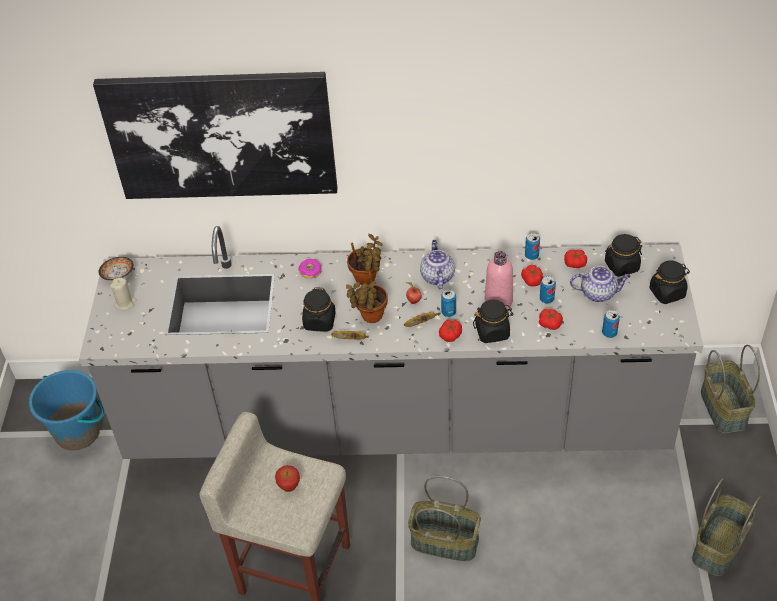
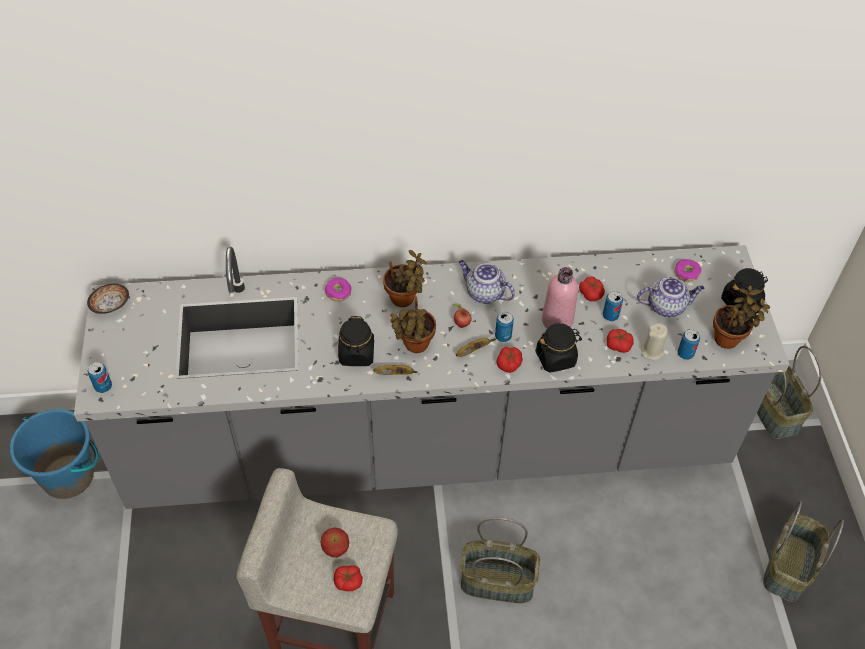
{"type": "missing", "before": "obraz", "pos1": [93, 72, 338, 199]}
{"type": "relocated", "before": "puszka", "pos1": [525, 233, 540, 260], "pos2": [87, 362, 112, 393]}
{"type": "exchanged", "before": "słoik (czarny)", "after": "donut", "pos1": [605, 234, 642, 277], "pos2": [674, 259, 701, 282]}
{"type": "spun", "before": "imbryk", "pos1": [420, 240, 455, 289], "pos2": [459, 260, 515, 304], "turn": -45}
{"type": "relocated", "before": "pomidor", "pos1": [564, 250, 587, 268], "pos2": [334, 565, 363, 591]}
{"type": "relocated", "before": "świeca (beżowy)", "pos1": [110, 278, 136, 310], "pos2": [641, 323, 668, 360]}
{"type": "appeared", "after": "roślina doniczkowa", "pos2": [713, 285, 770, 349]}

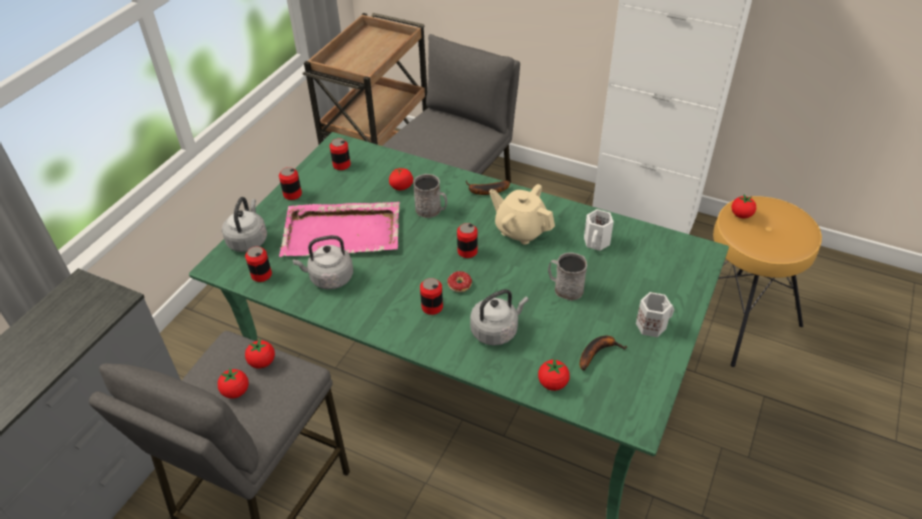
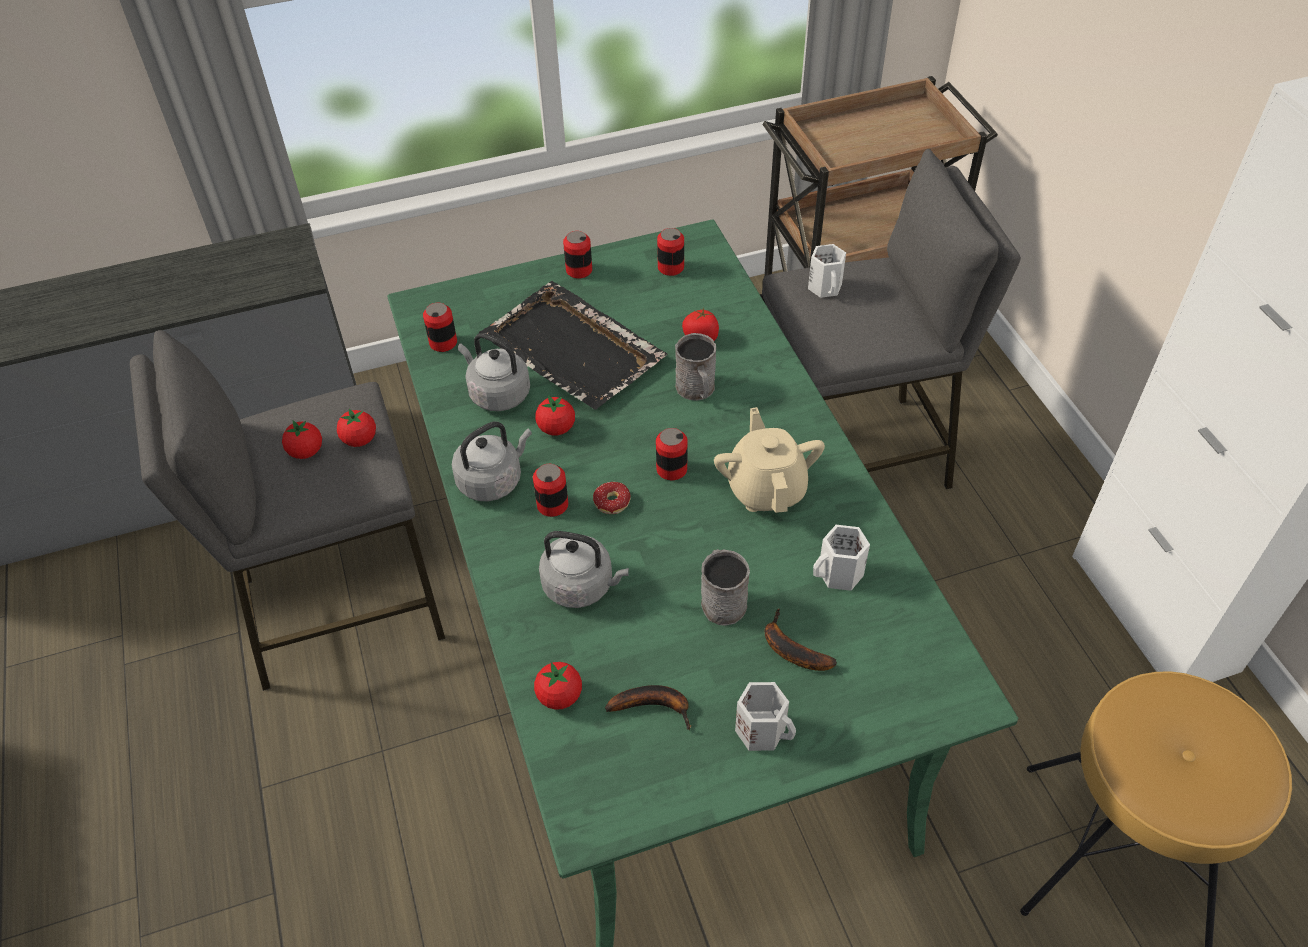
{"type": "relocated", "before": "banan", "pos1": [466, 180, 510, 195], "pos2": [765, 608, 837, 671]}
{"type": "relocated", "before": "pomidor", "pos1": [731, 195, 756, 219], "pos2": [535, 395, 575, 436]}
{"type": "relocated", "before": "czajnik (szary)", "pos1": [222, 197, 267, 252], "pos2": [452, 422, 532, 501]}
{"type": "colour", "before": "taca (różowy)", "after": "taca (czarny)", "pos1": [279, 202, 400, 257], "pos2": [479, 281, 667, 410]}
{"type": "appeared", "after": "kubek (biały)", "pos2": [808, 244, 846, 298]}

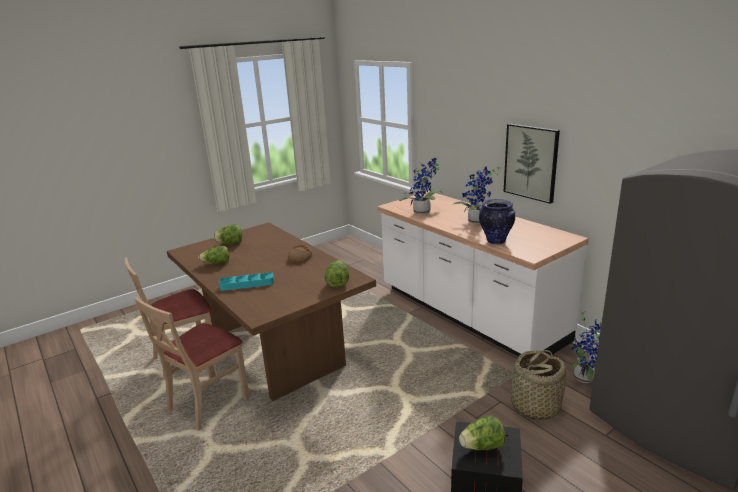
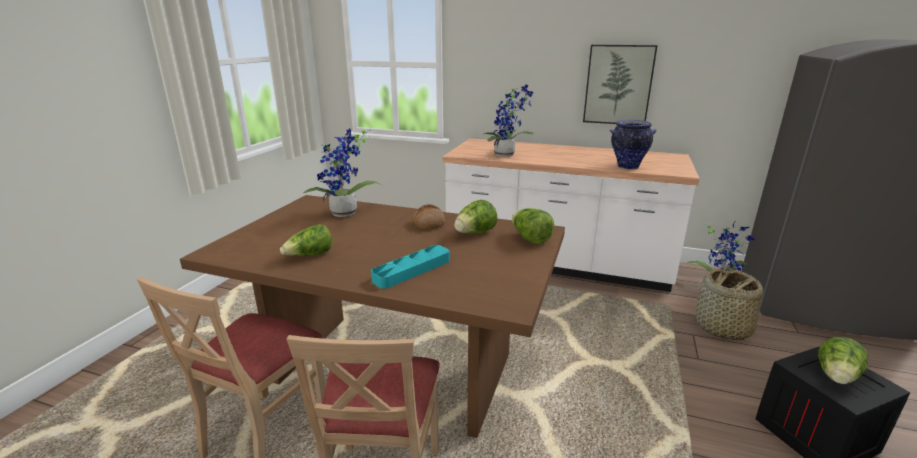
{"type": "relocated", "before": "roślina doniczkowa", "pos1": [454, 166, 504, 224], "pos2": [304, 128, 381, 217]}
{"type": "relocated", "before": "sałata", "pos1": [213, 224, 242, 244], "pos2": [454, 200, 497, 234]}

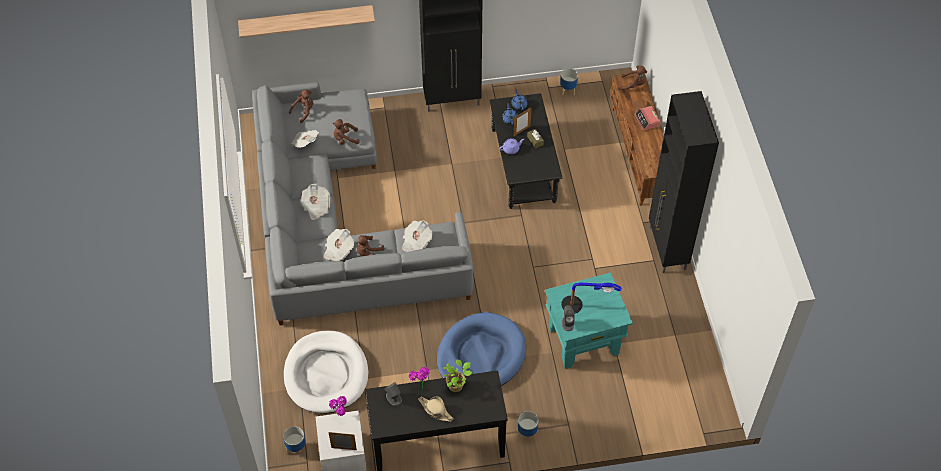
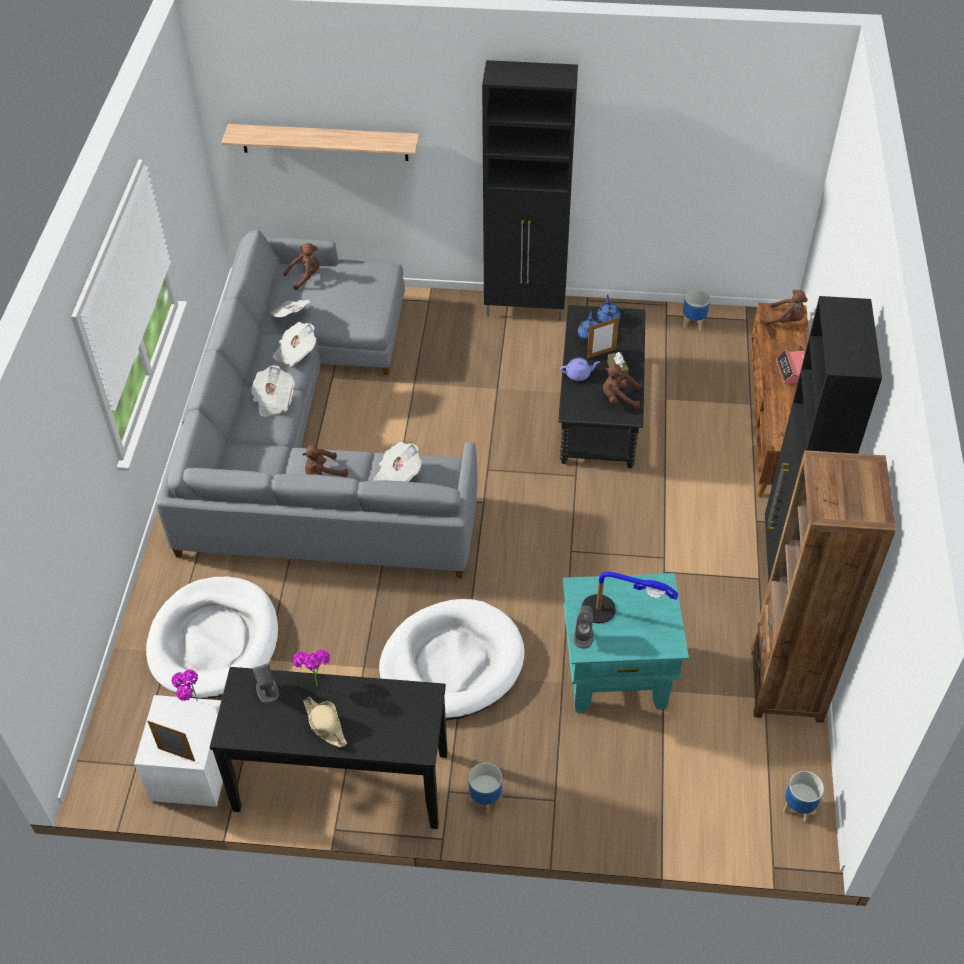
{"type": "relocated", "before": "pluszak (brązowy)", "pos1": [333, 119, 359, 145], "pos2": [603, 364, 641, 409]}
{"type": "relocated", "before": "gazeta", "pos1": [323, 229, 354, 261], "pos2": [273, 322, 316, 367]}
{"type": "colour", "before": "legowisko (niebieski)", "after": "legowisko (biały)", "pos1": [437, 312, 526, 386], "pos2": [379, 599, 524, 720]}
{"type": "missing", "before": "roślina doniczkowa", "pos1": [443, 360, 472, 392]}
{"type": "relocated", "before": "donica", "pos1": [283, 426, 306, 456], "pos2": [783, 771, 824, 822]}
{"type": "appeared", "after": "regał (brązowy)", "pos2": [751, 450, 896, 723]}

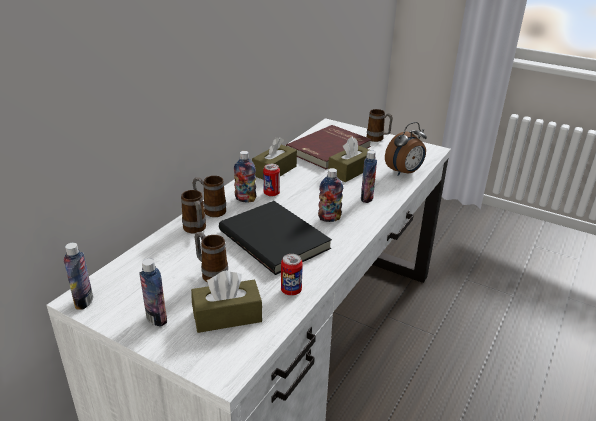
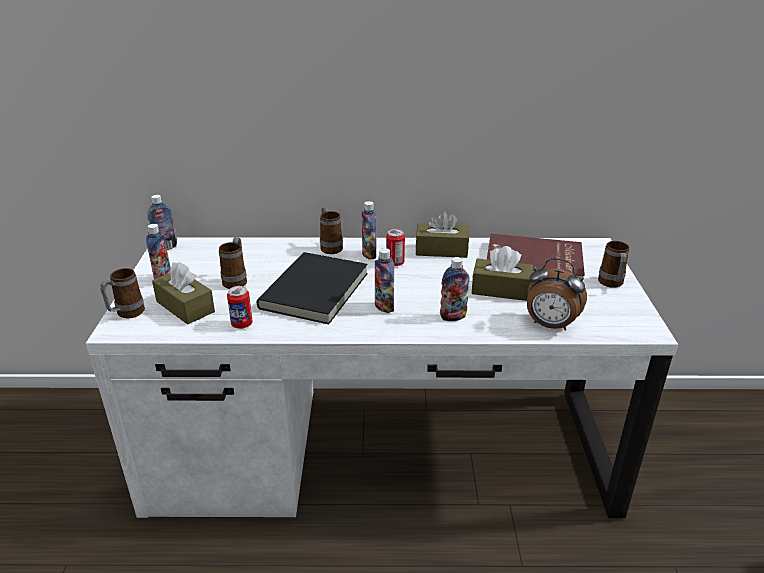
{"type": "relocated", "before": "kubek", "pos1": [181, 190, 206, 233], "pos2": [100, 268, 145, 318]}

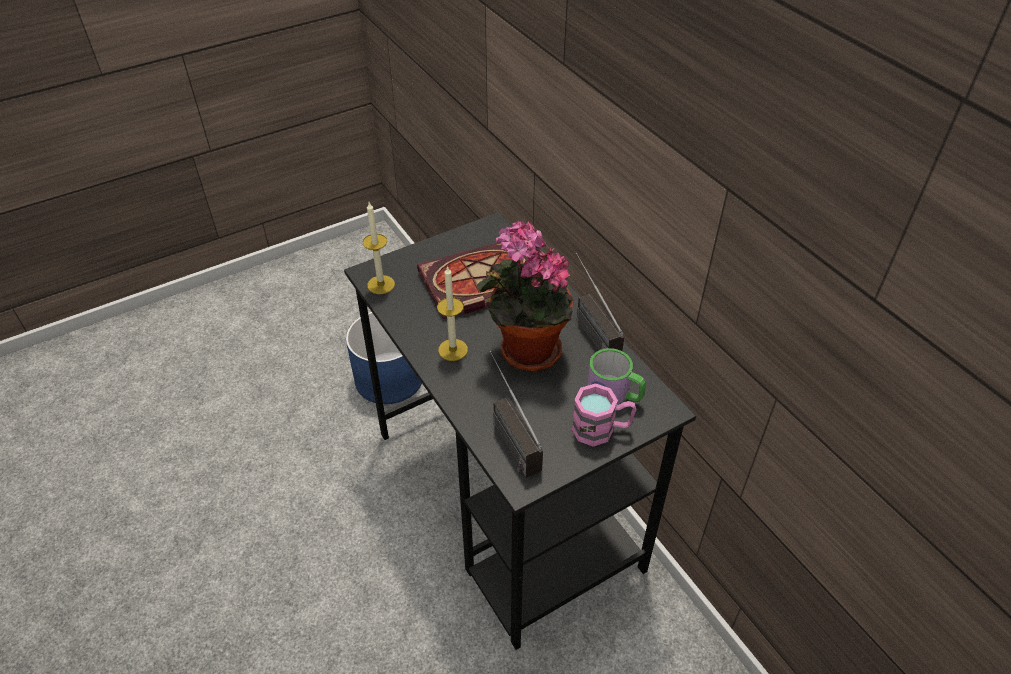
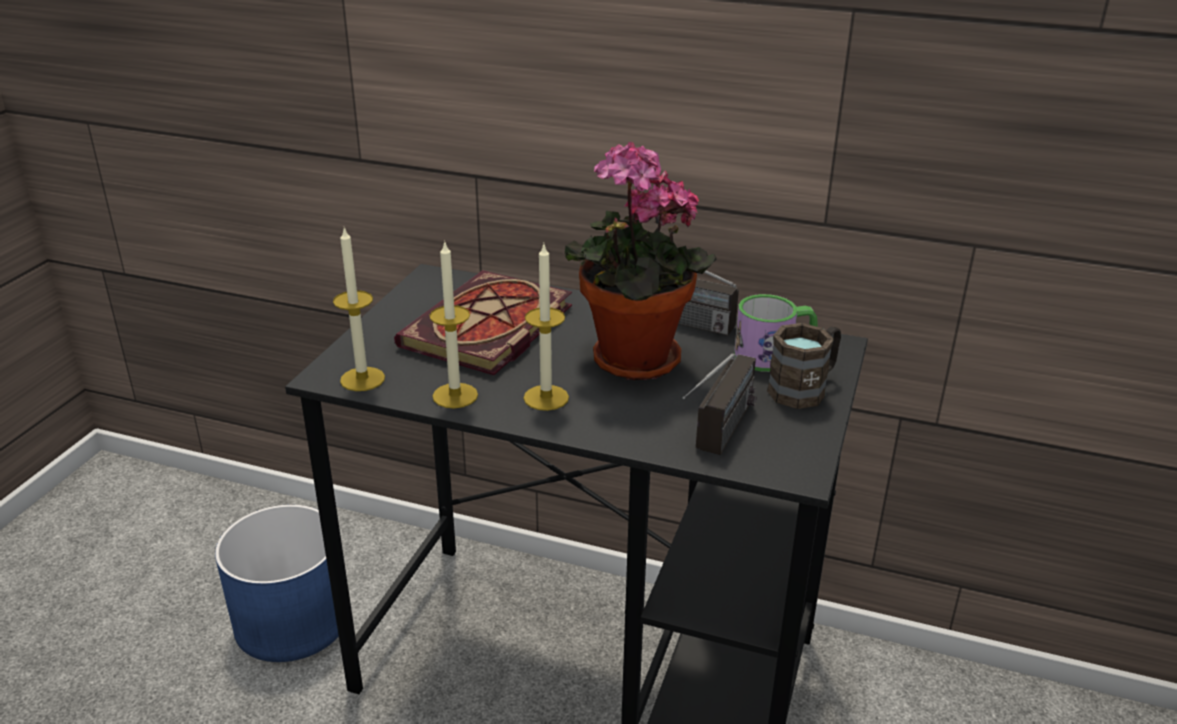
{"type": "spun", "before": "radio", "pos1": [490, 351, 543, 478], "pos2": [682, 353, 756, 455], "turn": -90}
{"type": "colour", "before": "kubek (różowy)", "after": "kubek (brązowy)", "pos1": [572, 383, 636, 447], "pos2": [767, 323, 841, 409]}
{"type": "appeared", "after": "świeca", "pos2": [429, 240, 478, 409]}

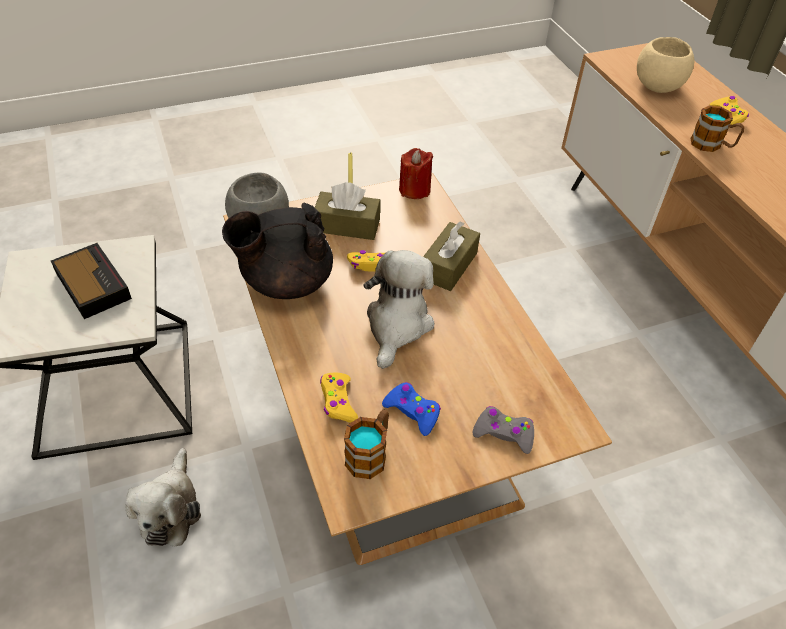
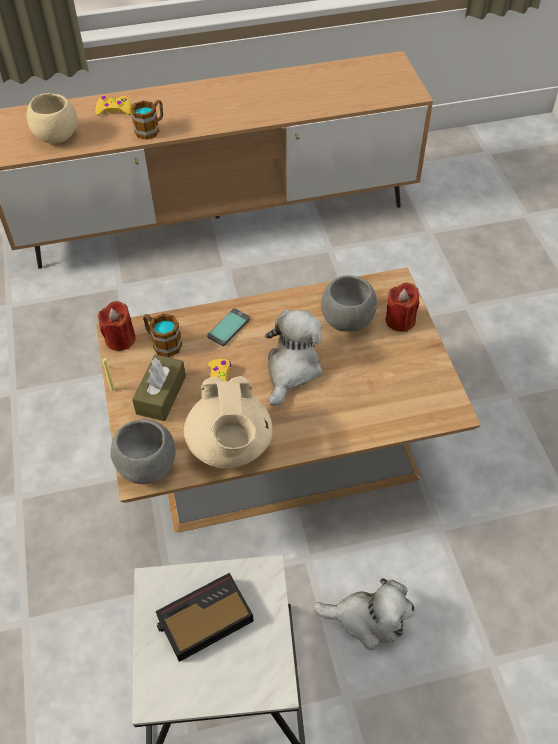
{"type": "colour", "before": "imbryk (czarny)", "after": "imbryk (beżowy)", "pos1": [222, 203, 333, 299], "pos2": [184, 376, 272, 468]}
{"type": "exchanged", "before": "pudełko chusteczek (brązowy)", "after": "telefon", "pos1": [423, 221, 480, 291], "pos2": [207, 308, 250, 346]}
{"type": "spun", "before": "pluszak", "pos1": [364, 250, 434, 369], "pos2": [265, 309, 322, 406], "turn": 90}
{"type": "missing", "before": "pad do gier (żółty)", "pos1": [320, 373, 358, 423]}
{"type": "missing", "before": "pad do gier (niebieski)", "pos1": [382, 382, 441, 436]}
{"type": "exchanged", "before": "pad do gier (szary)", "after": "świeca (czerwony)", "pos1": [473, 406, 534, 454], "pos2": [386, 283, 419, 332]}
{"type": "relocated", "before": "kubek", "pos1": [344, 409, 389, 479], "pos2": [143, 314, 182, 357]}
{"type": "appeared", "after": "miska (szary)", "pos2": [321, 275, 377, 332]}

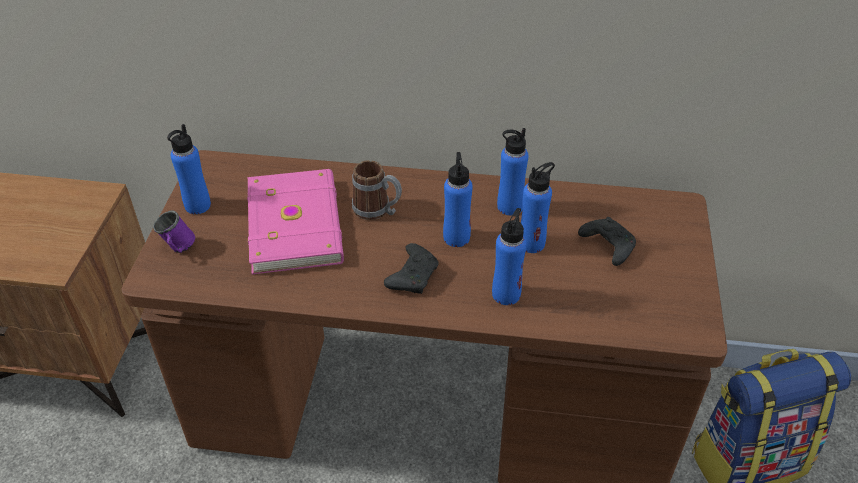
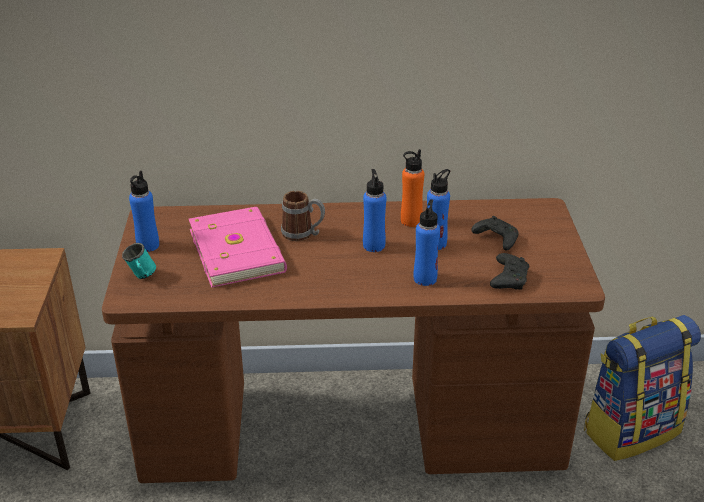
{"type": "colour", "before": "butelka (niebieski)", "after": "butelka (pomarańczowy)", "pos1": [497, 128, 529, 215], "pos2": [401, 149, 424, 227]}
{"type": "colour", "before": "kubek (fioletowy)", "after": "kubek (turkusowy)", "pos1": [153, 210, 195, 253], "pos2": [122, 243, 156, 279]}
{"type": "relocated", "before": "pad do gier (czarny)", "pos1": [384, 243, 438, 294], "pos2": [490, 253, 529, 290]}

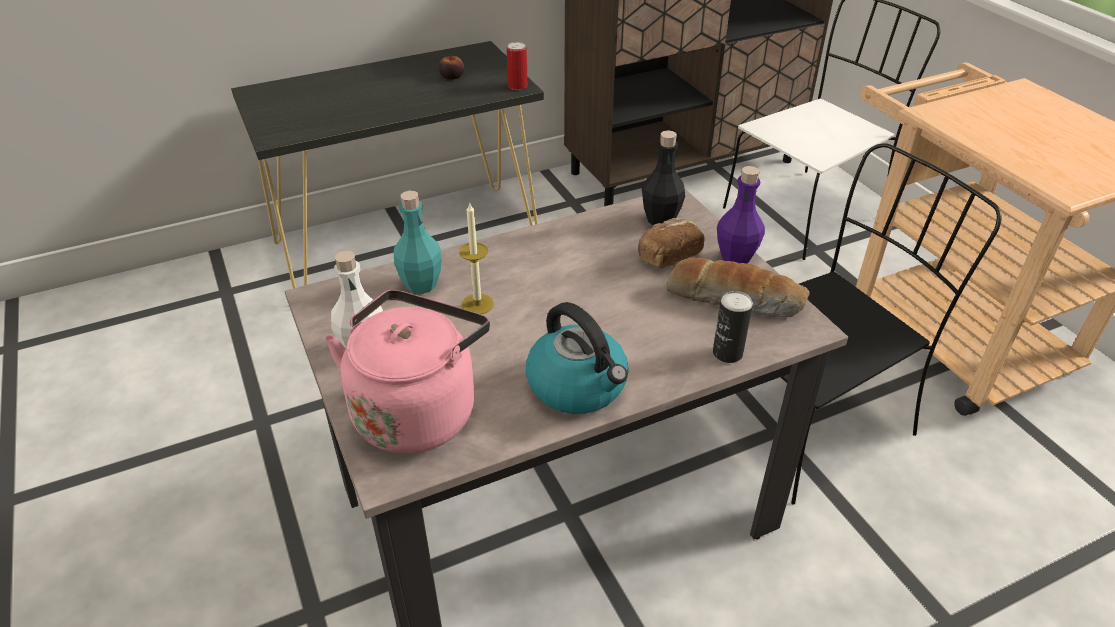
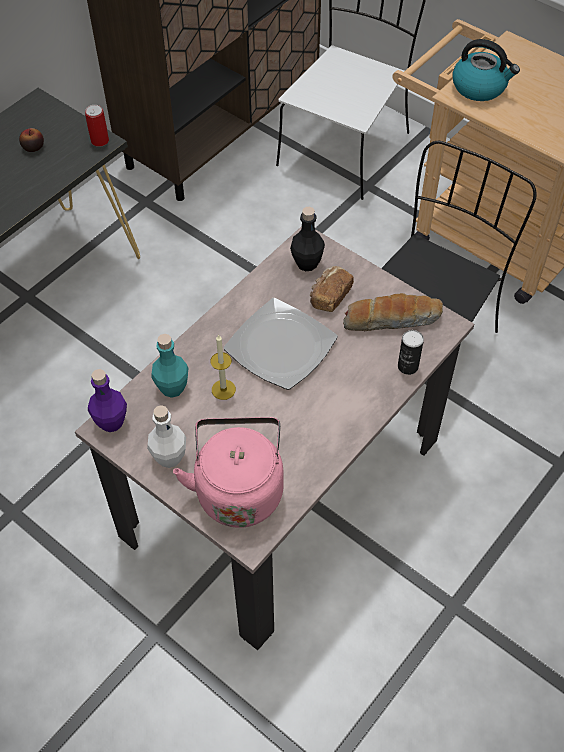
{"type": "relocated", "before": "butelka (fioletowy)", "pos1": [717, 166, 765, 264], "pos2": [88, 369, 127, 432]}
{"type": "relocated", "before": "czajnik", "pos1": [526, 302, 629, 414], "pos2": [452, 39, 520, 101]}
{"type": "appeared", "after": "talerz", "pos2": [224, 298, 338, 390]}

